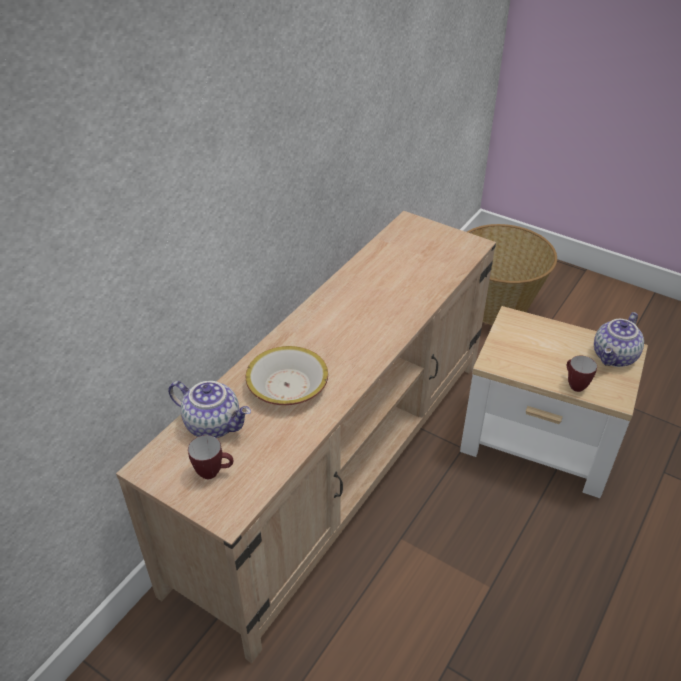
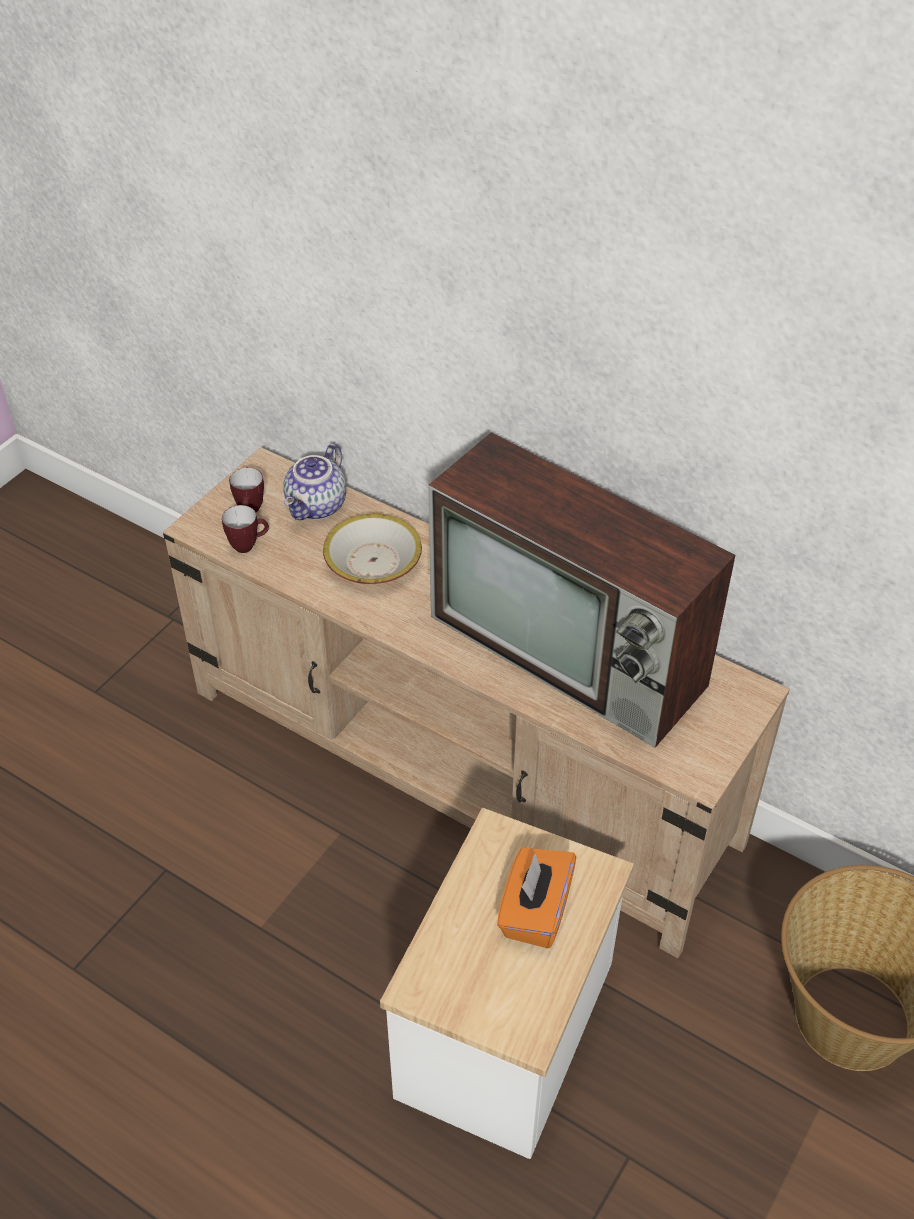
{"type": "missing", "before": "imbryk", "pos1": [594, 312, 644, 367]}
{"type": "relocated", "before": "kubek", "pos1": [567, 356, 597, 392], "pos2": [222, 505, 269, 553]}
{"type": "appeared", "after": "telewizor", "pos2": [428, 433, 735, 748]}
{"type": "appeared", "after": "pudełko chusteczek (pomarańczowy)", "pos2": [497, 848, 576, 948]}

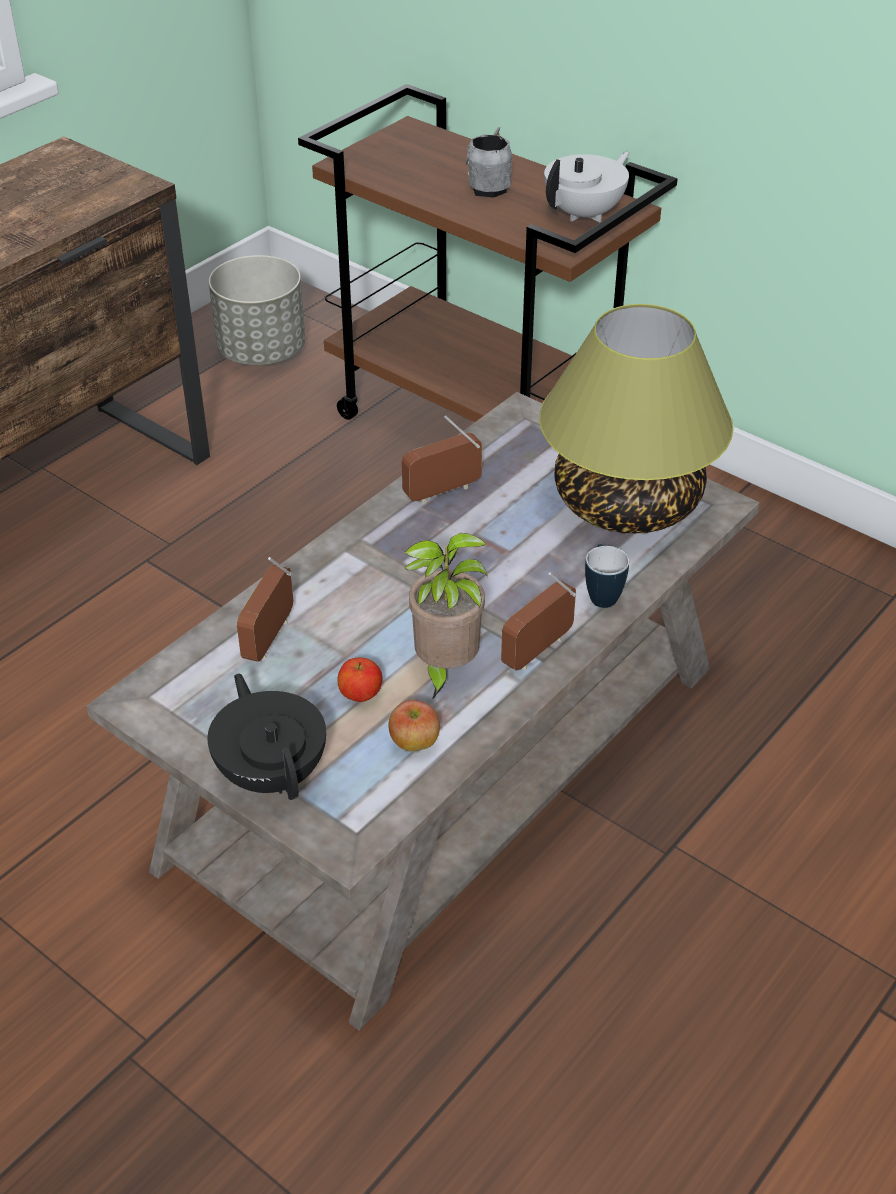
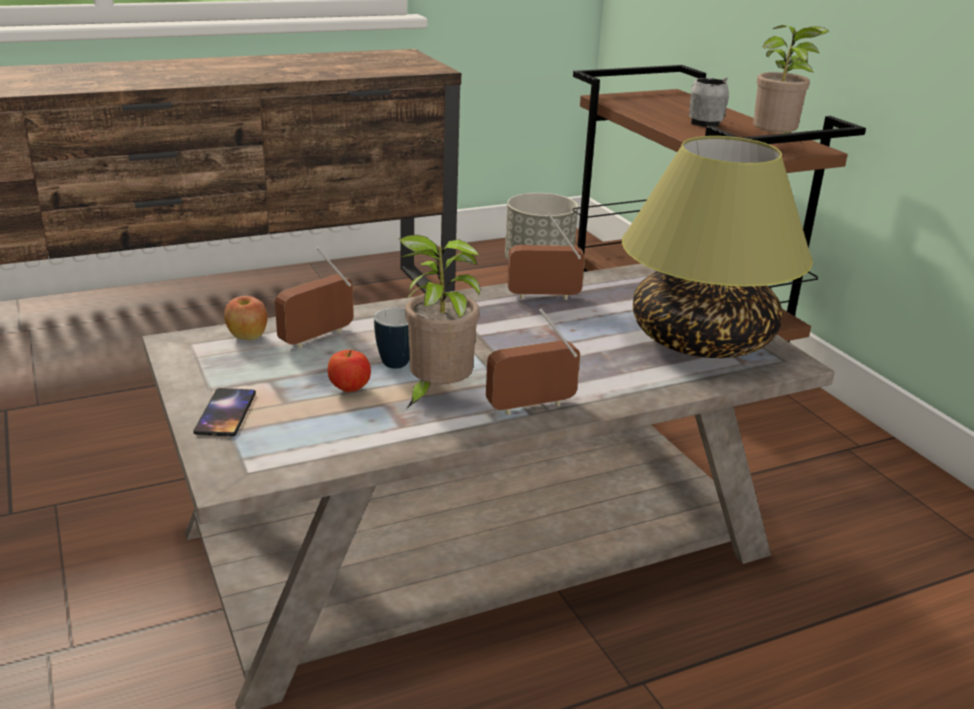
{"type": "exchanged", "before": "imbryk (biały)", "after": "roślina doniczkowa", "pos1": [544, 152, 629, 222], "pos2": [753, 25, 830, 142]}
{"type": "relocated", "before": "kubek", "pos1": [585, 544, 629, 608], "pos2": [374, 308, 409, 368]}
{"type": "exchanged", "before": "imbryk (czarny)", "after": "telefon", "pos1": [207, 673, 326, 800], "pos2": [193, 388, 256, 436]}
{"type": "relocated", "before": "jabłko", "pos1": [388, 700, 440, 751], "pos2": [224, 296, 267, 340]}

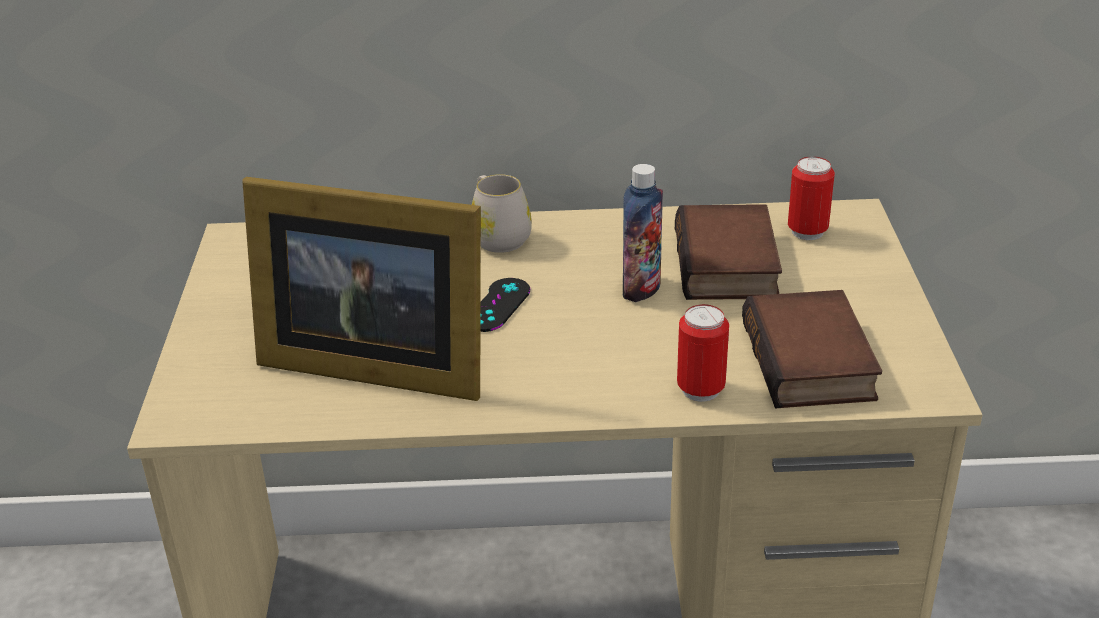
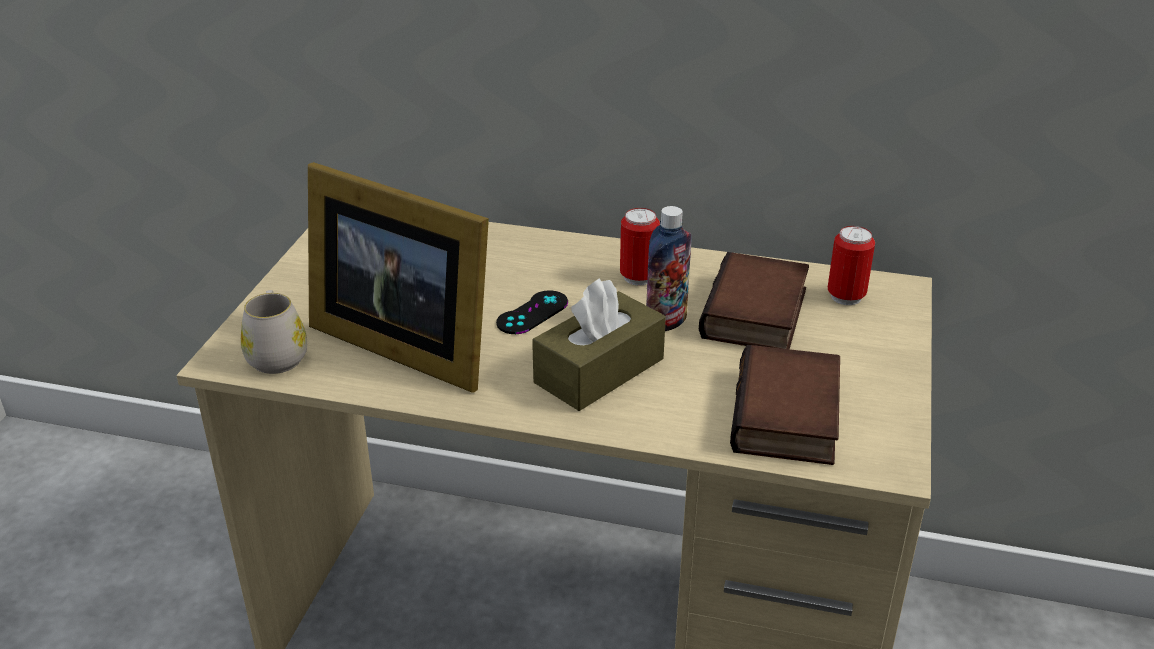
{"type": "relocated", "before": "kubek (biały)", "pos1": [472, 174, 532, 253], "pos2": [241, 290, 307, 374]}
{"type": "relocated", "before": "puszka", "pos1": [677, 304, 729, 402], "pos2": [620, 208, 660, 285]}
{"type": "appeared", "after": "pudełko chusteczek (brązowy)", "pos2": [532, 278, 666, 411]}

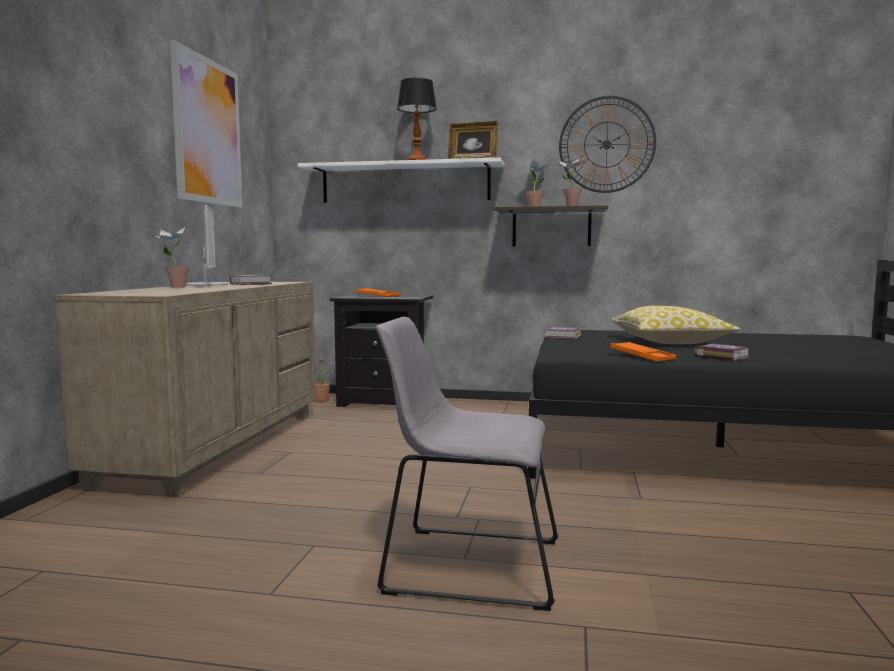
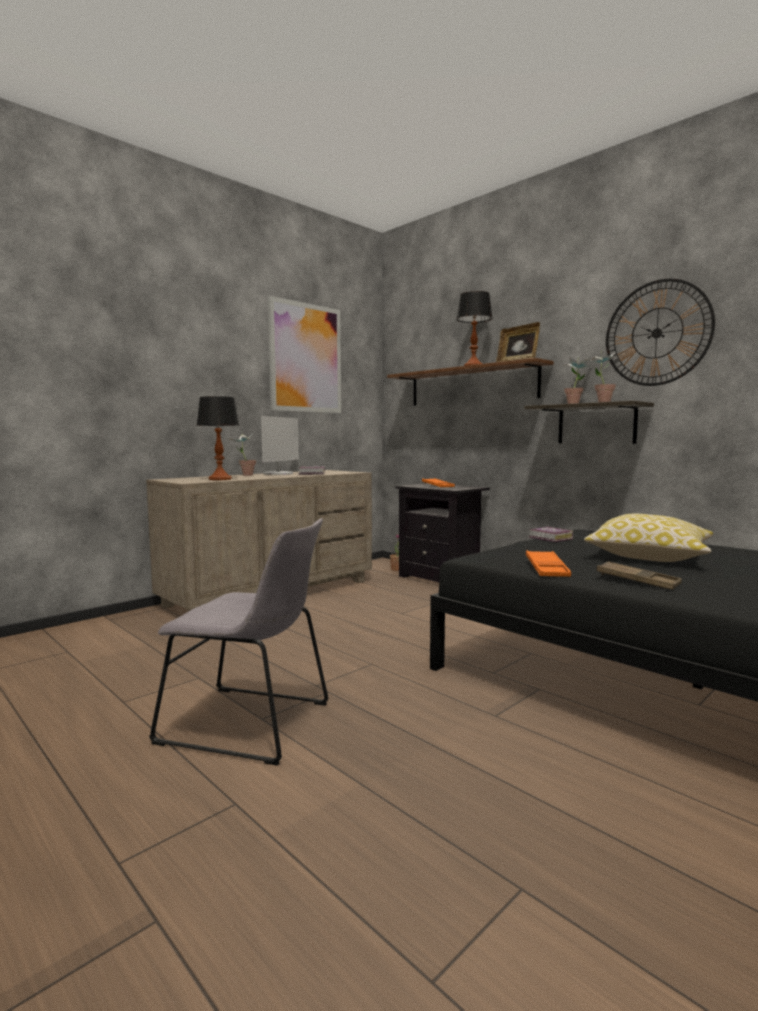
{"type": "colour", "before": "półka (biały)", "after": "półka (brązowy)", "pos1": [298, 158, 504, 203], "pos2": [387, 358, 554, 406]}
{"type": "spun", "before": "krzesło (szary)", "pos1": [376, 317, 559, 611], "pos2": [149, 518, 329, 766], "turn": 150}
{"type": "exchanged", "before": "książka", "after": "taca (brązowy)", "pos1": [694, 344, 750, 361], "pos2": [597, 561, 682, 590]}
{"type": "appeared", "after": "lampa stołowa", "pos2": [197, 396, 240, 480]}

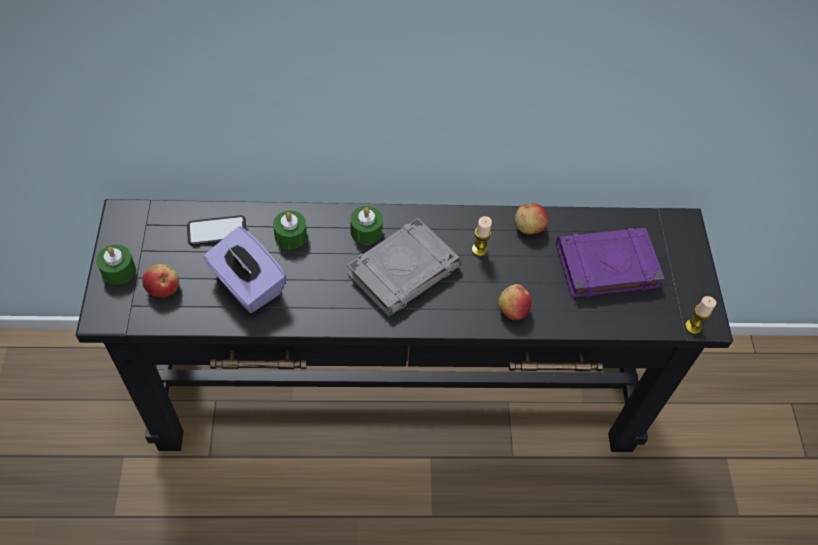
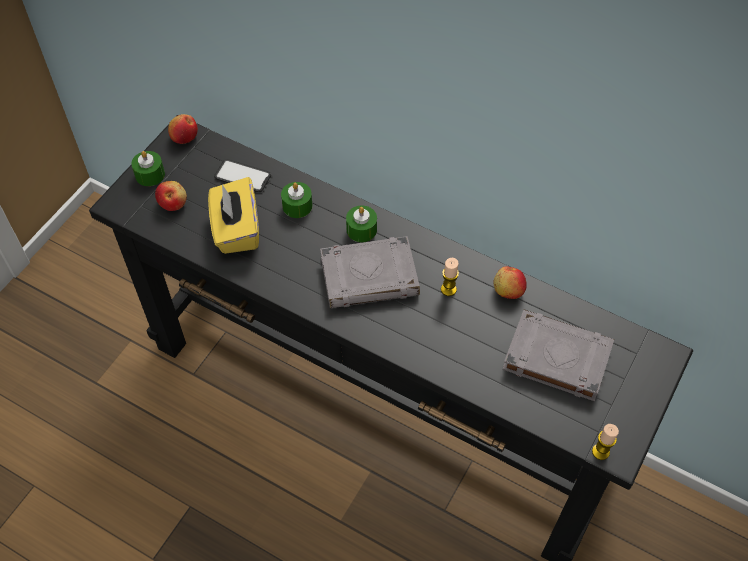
{"type": "colour", "before": "pudełko chusteczek (fioletowy)", "after": "pudełko chusteczek (żółty)", "pos1": [204, 227, 287, 313], "pos2": [208, 177, 259, 254]}
{"type": "colour", "before": "książka (fioletowy)", "after": "książka (szary)", "pos1": [556, 228, 665, 298], "pos2": [502, 309, 614, 401]}
{"type": "relocated", "before": "jabłko", "pos1": [498, 284, 532, 320], "pos2": [168, 114, 198, 144]}

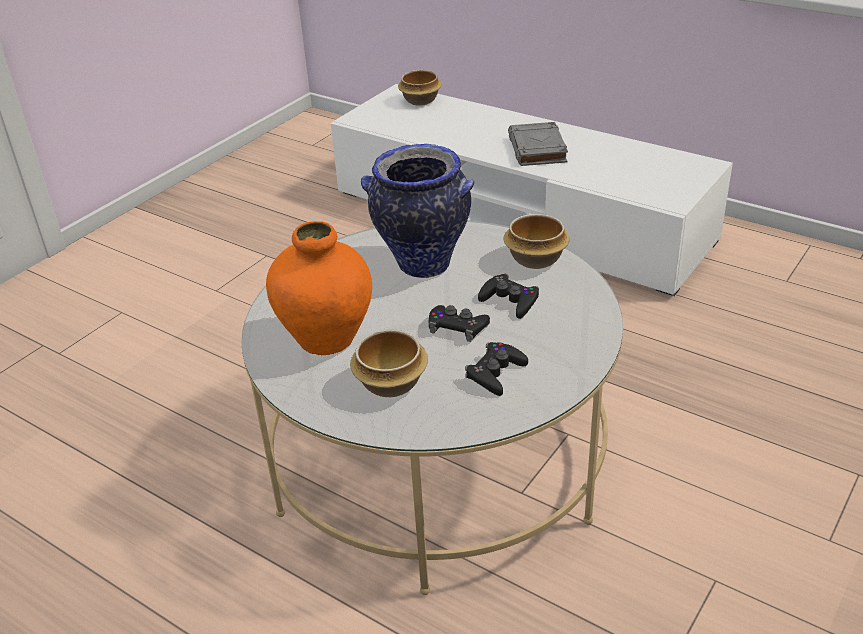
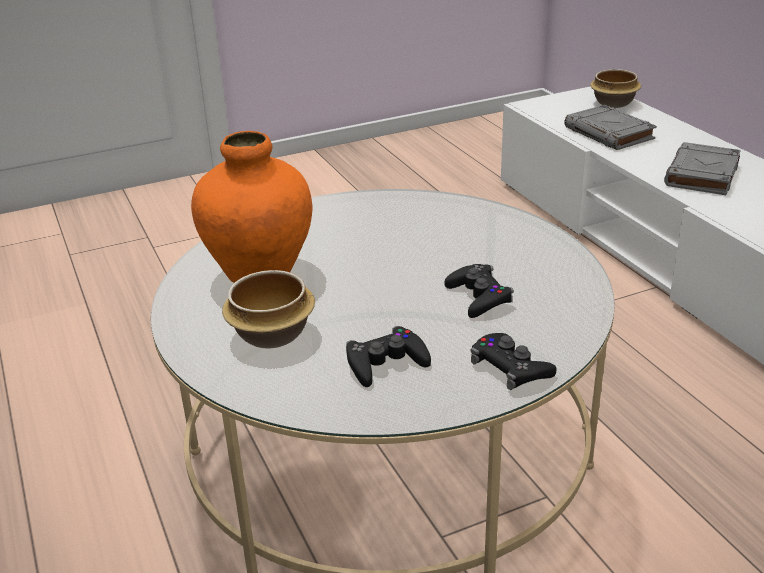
{"type": "missing", "before": "wazon", "pos1": [361, 144, 474, 278]}
{"type": "missing", "before": "miska", "pos1": [503, 214, 570, 269]}
{"type": "relocated", "before": "pad do gier (czarny)", "pos1": [429, 305, 490, 342], "pos2": [470, 333, 556, 390]}
{"type": "appeared", "after": "książka (szary)", "pos2": [564, 105, 657, 150]}

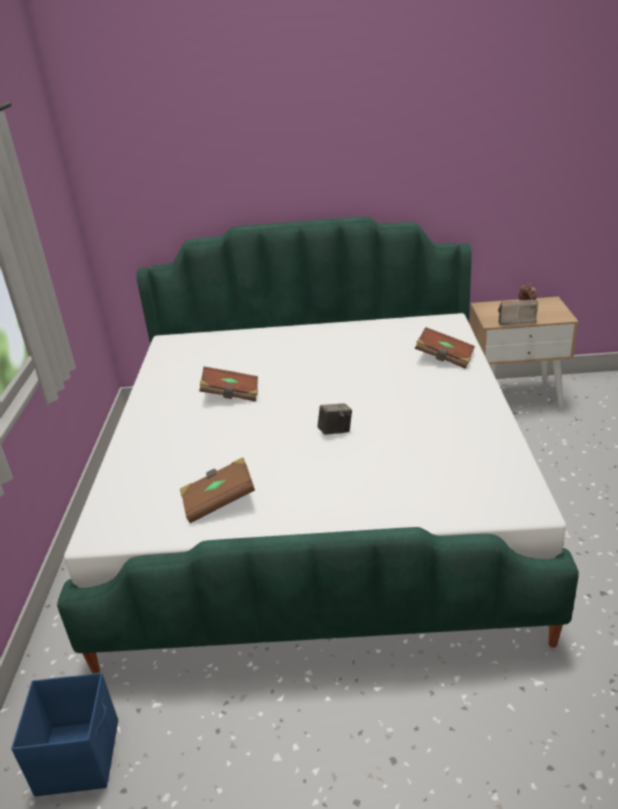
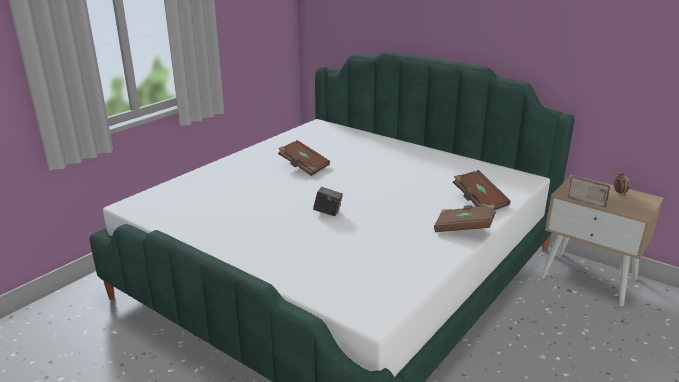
{"type": "relocated", "before": "książka (brązowy)", "pos1": [180, 457, 255, 523], "pos2": [434, 205, 496, 232]}
{"type": "missing", "before": "pojemnik do przechowywania (niebieski)", "pos1": [11, 672, 118, 796]}

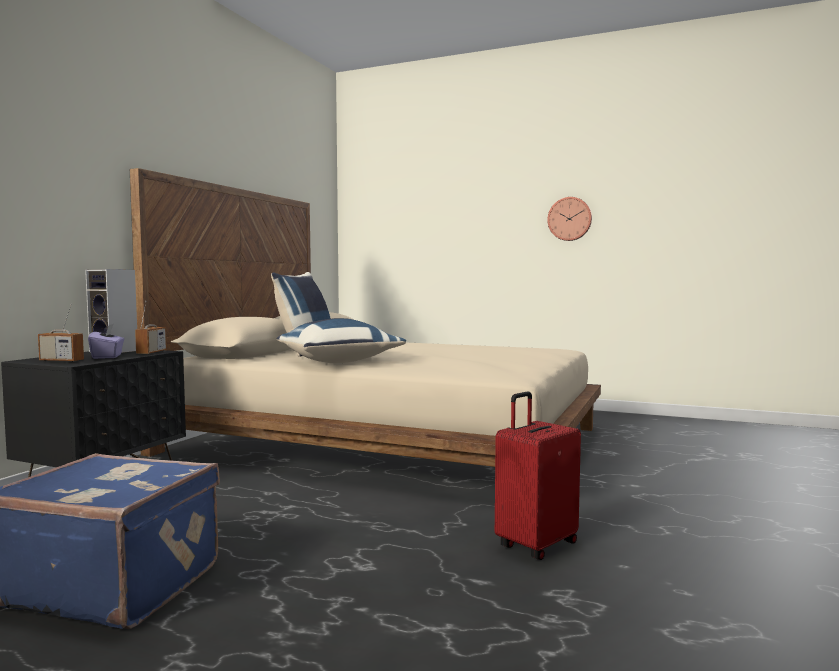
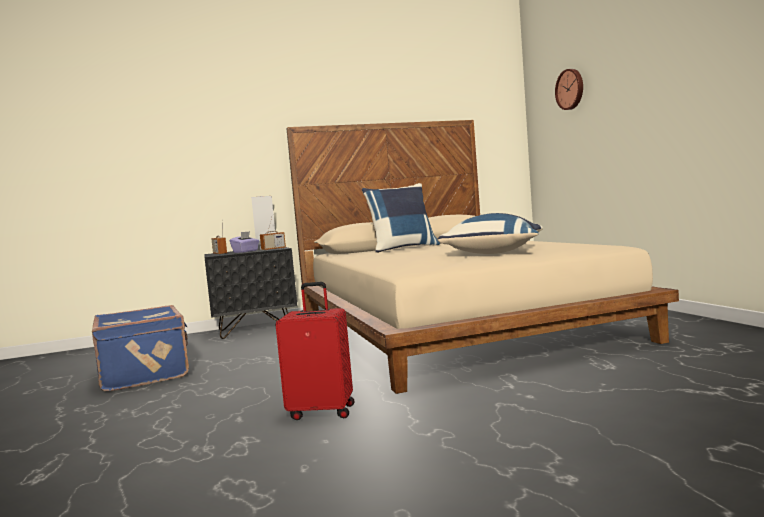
{"type": "relocated", "before": "zegar ścienny", "pos1": [547, 197, 592, 241], "pos2": [555, 69, 583, 110]}
{"type": "relocated", "before": "poduszka (niebieski)", "pos1": [277, 318, 406, 363], "pos2": [438, 213, 543, 254]}

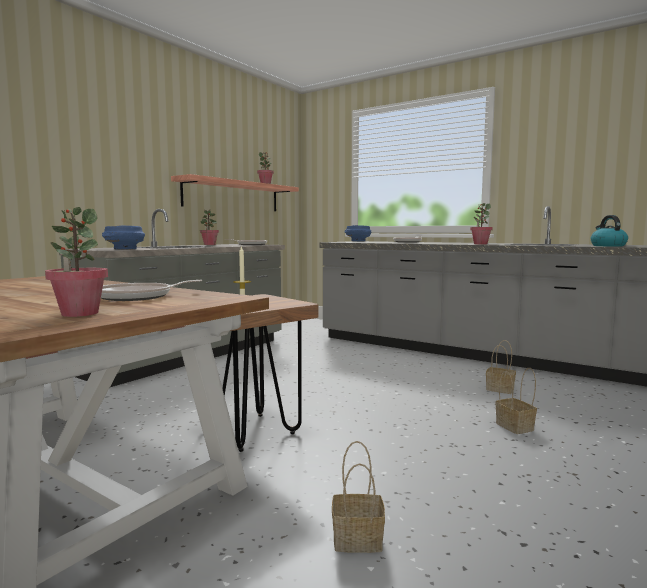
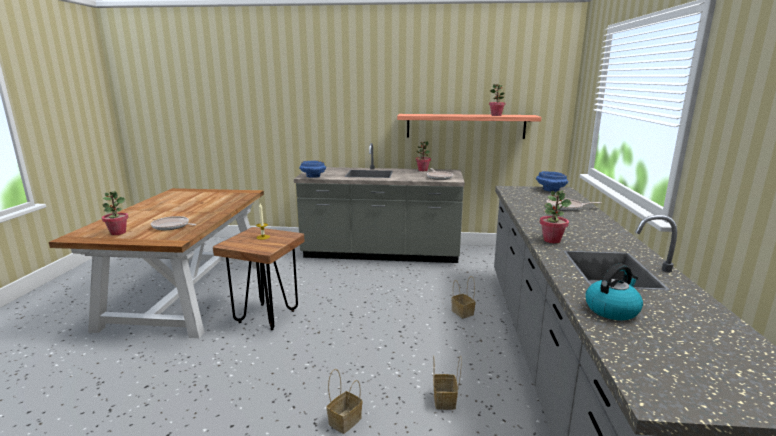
{"type": "relocated", "before": "koszyk", "pos1": [332, 441, 385, 553], "pos2": [451, 276, 476, 318]}

